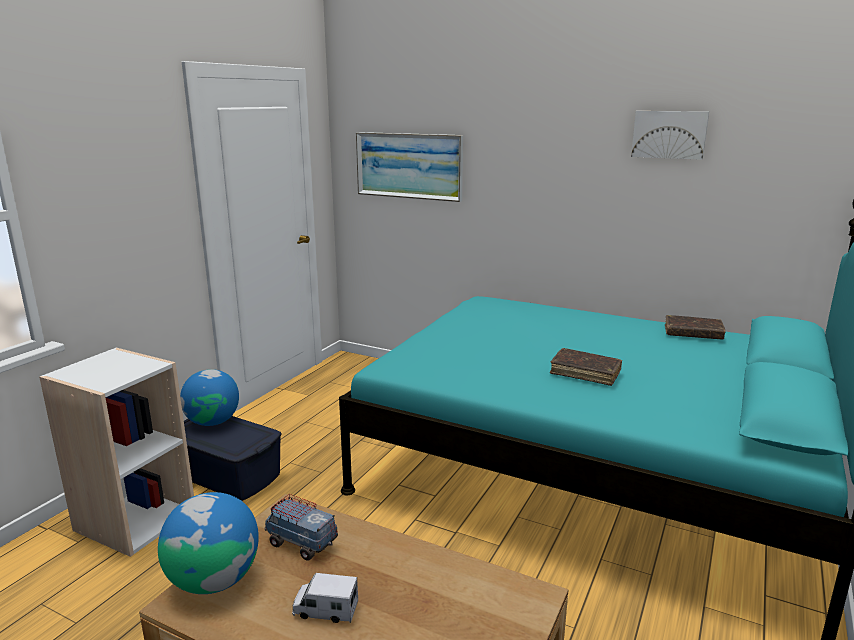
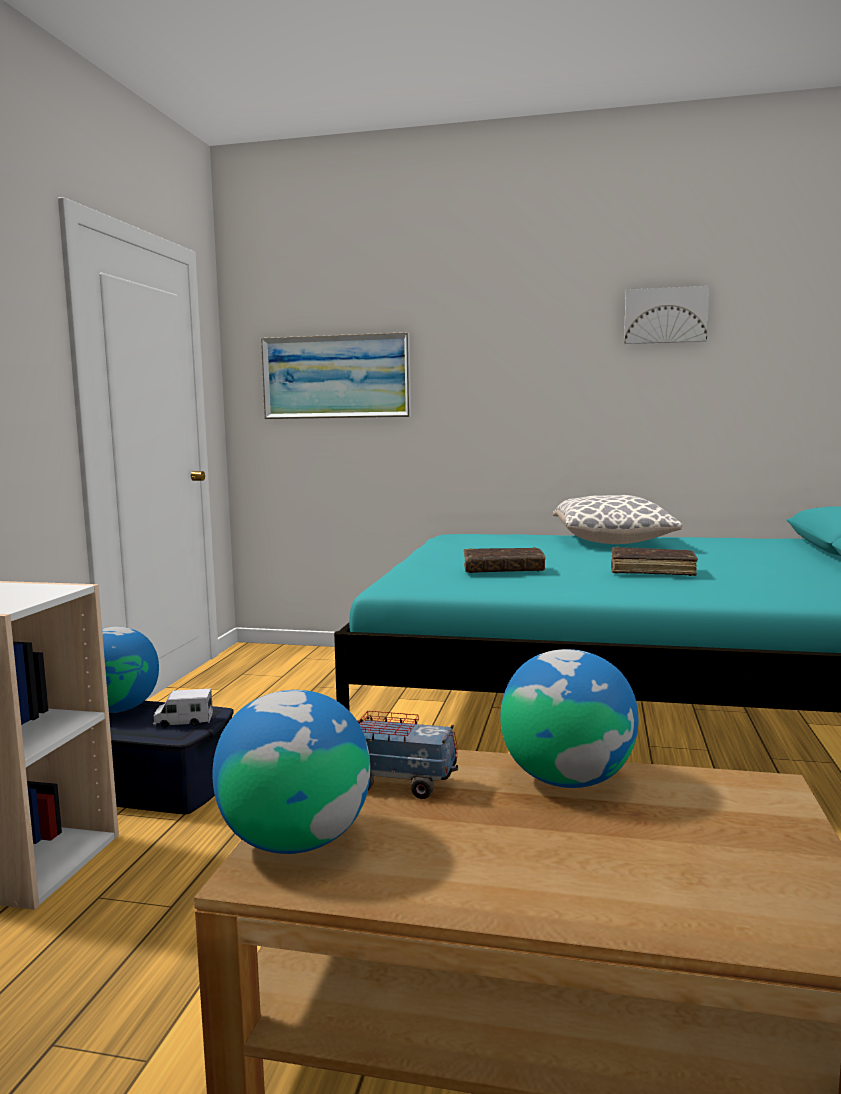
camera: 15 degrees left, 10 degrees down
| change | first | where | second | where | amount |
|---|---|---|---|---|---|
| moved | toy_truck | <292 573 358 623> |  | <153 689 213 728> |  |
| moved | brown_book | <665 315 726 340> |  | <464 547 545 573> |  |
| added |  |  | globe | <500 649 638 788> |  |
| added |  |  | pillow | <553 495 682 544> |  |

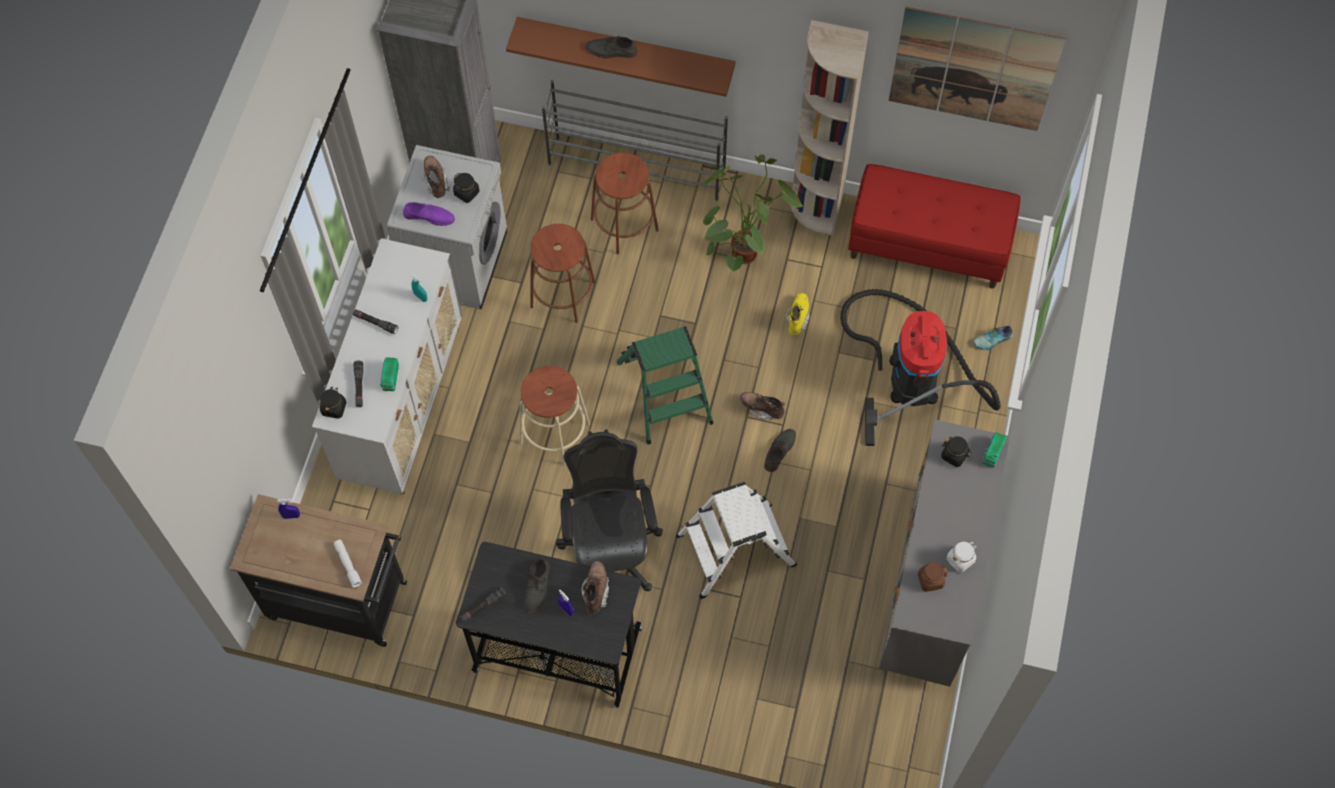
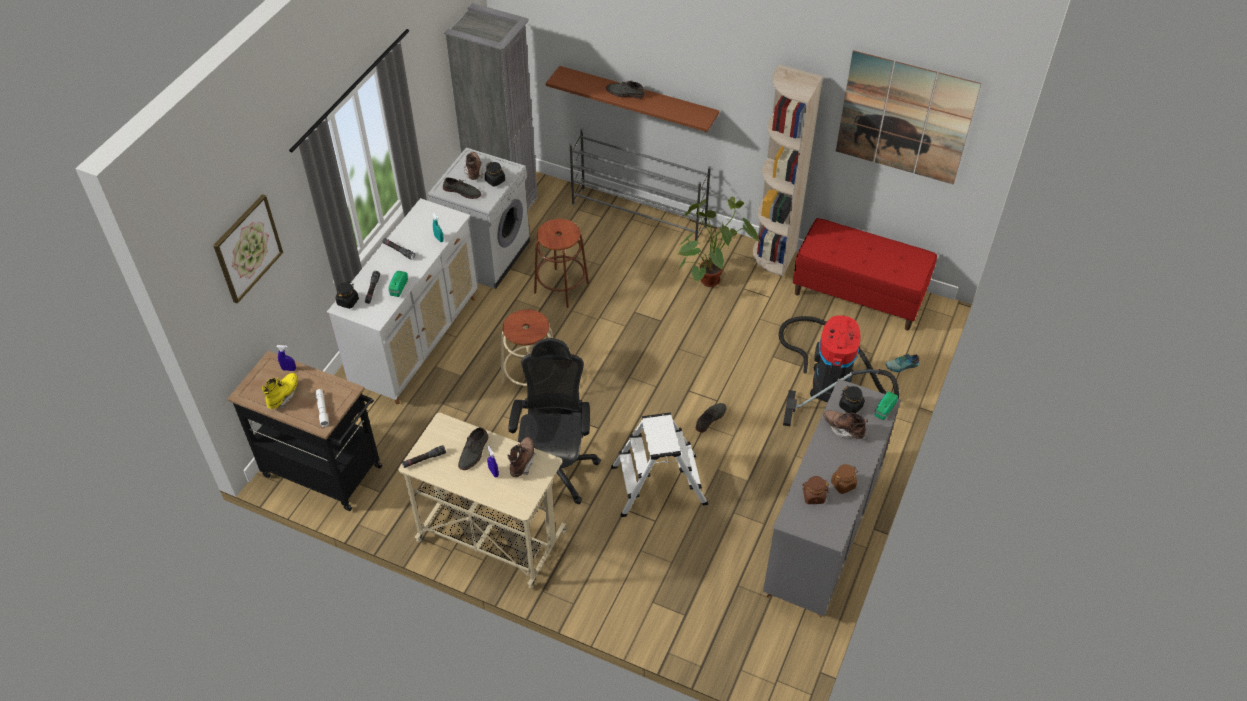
camera: 10 degrees right, 15 degrees down
| change | first | where | second | where | amount |
|---|---|---|---|---|---|
| added |  |  | picture | <213 194 283 304> |  |
| moved | yellow_boot | <786 293 810 335> |  | <262 373 298 409> |  |
| recoloured | black_desk | <456 542 642 708> | beige_desk | <398 413 566 589> |  |
| recoloured | purple_shoe | <403 202 455 226> | grey_shoe | <443 177 481 199> |  |
| moved | brown_boot | <740 392 785 421> |  | <823 410 868 440> |  |
| recoloured | white_jar | <947 542 977 573> | brown_jar | <831 464 858 494> |  |
| removed | brown_stool | <591 153 659 255> |  |  |  |
| removed | green_step_ladder | <617 326 714 445> |  |  |  |

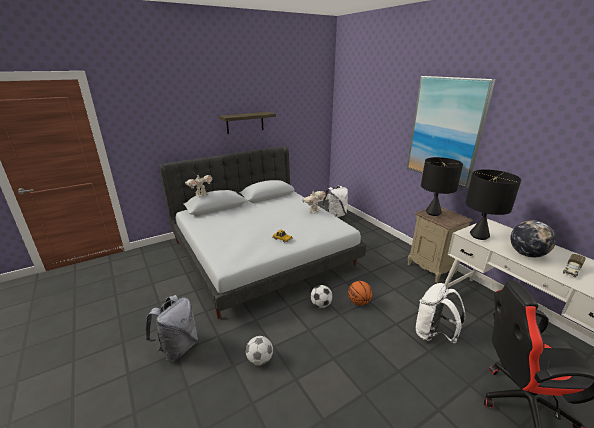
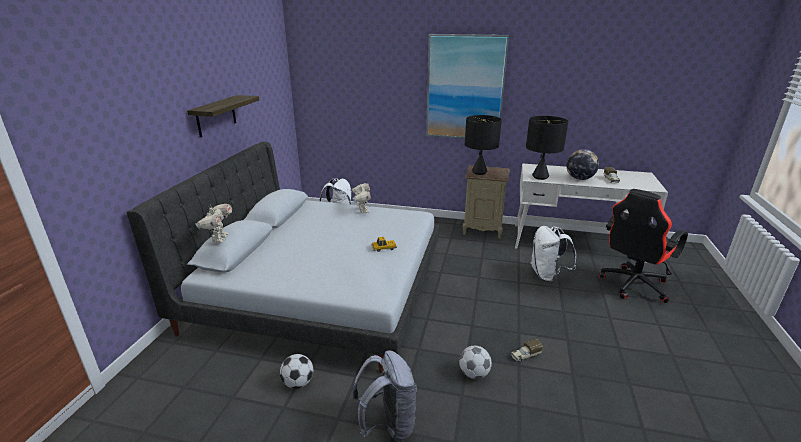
camera: 45 degrees left, 0 degrees up
| change | first | where | second | where | amount |
|---|---|---|---|---|---|
| moved | football | <311 285 333 308> |  | <280 354 313 389> |  |
| added |  |  | toy_truck | <511 339 543 362> |  |
| removed | basketball | <348 281 373 305> |  |  |  |

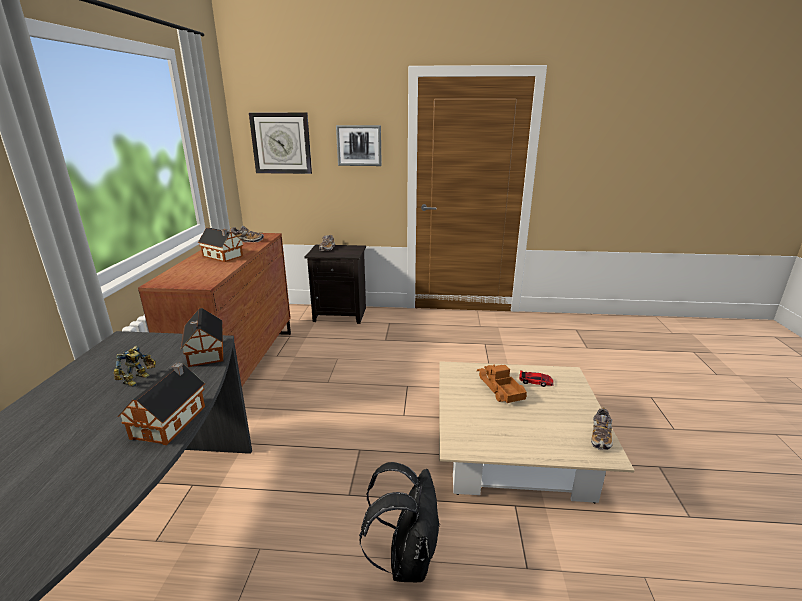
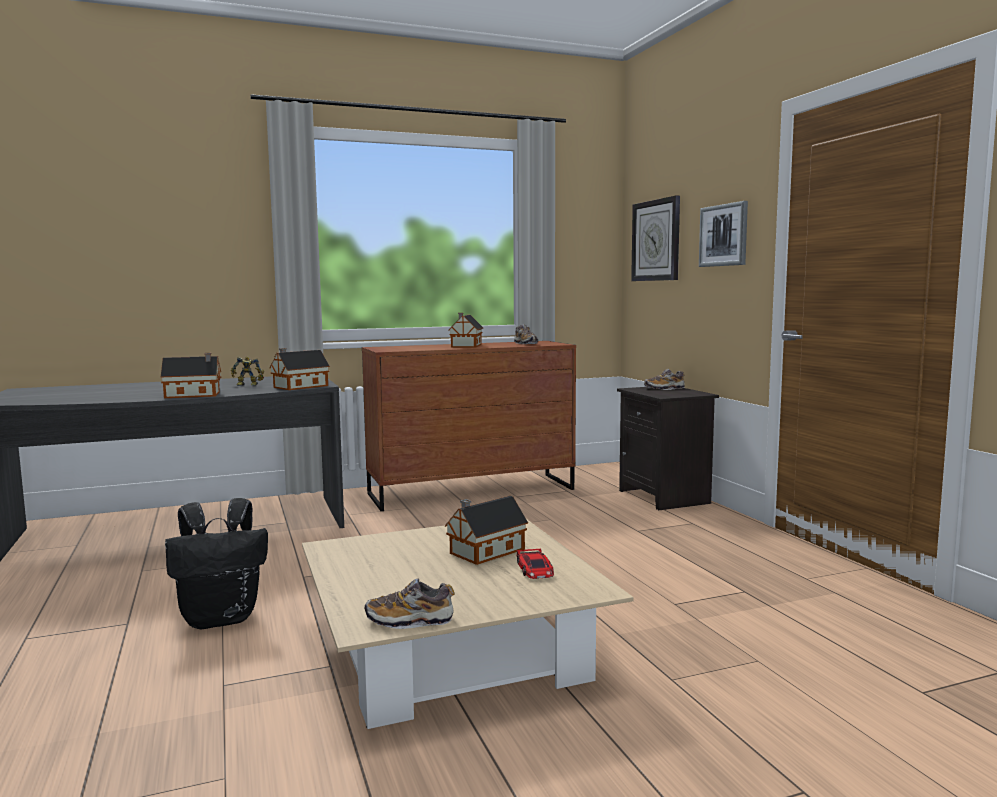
camera: 65 degrees right, 15 degrees down
| change | first | where | second | where | amount |
|---|---|---|---|---|---|
| replaced | toy_truck | <477 365 527 403> | toy_house | <445 496 528 565> |  |

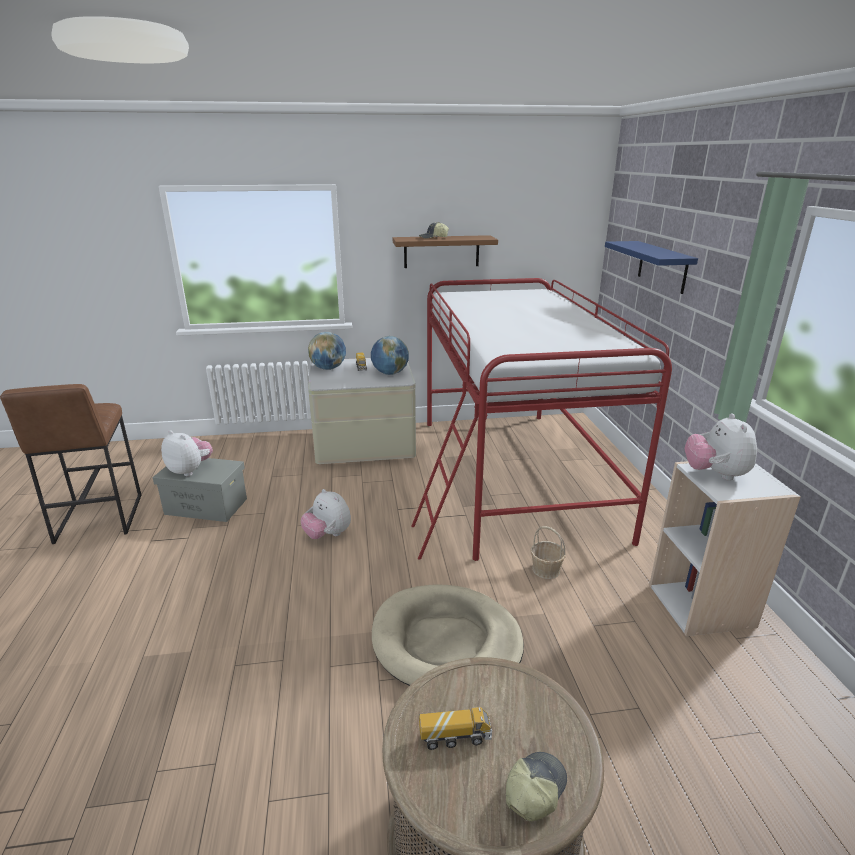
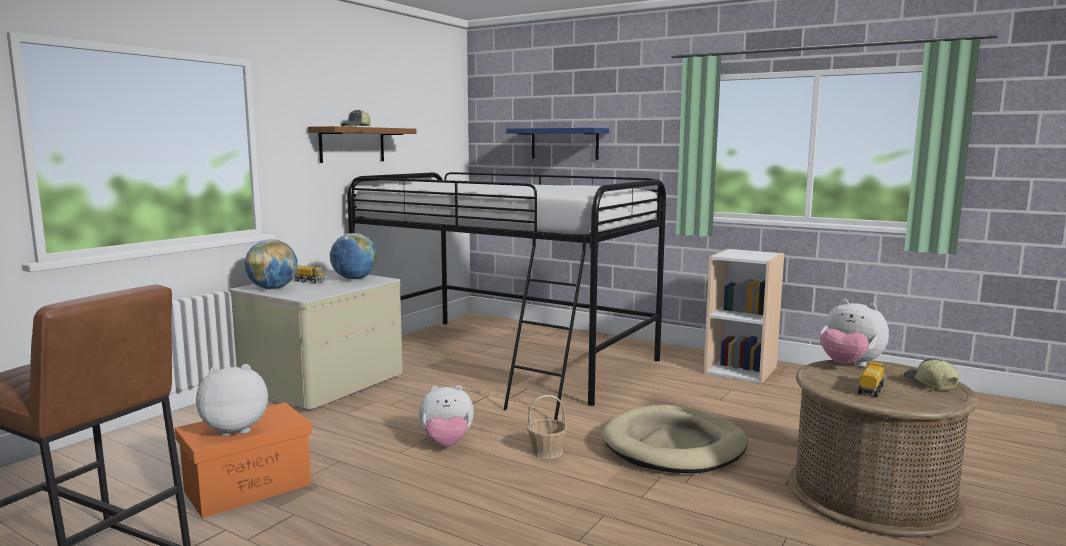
camera: 50 degrees left, 15 degrees down
| change | first | where | second | where | amount |
|---|---|---|---|---|---|
| recoloured | grey_storage_box | <152 458 247 522> | orange_storage_box | <174 402 312 518> |  |
| recoloured | red_bed | <411 278 672 561> | black_bed | <347 172 666 420> |  |
| moved | basket | <531 526 566 579> |  | <527 395 567 459> |  |
| moved | plush_toy | <685 414 757 481> |  | <820 299 889 367> |  |

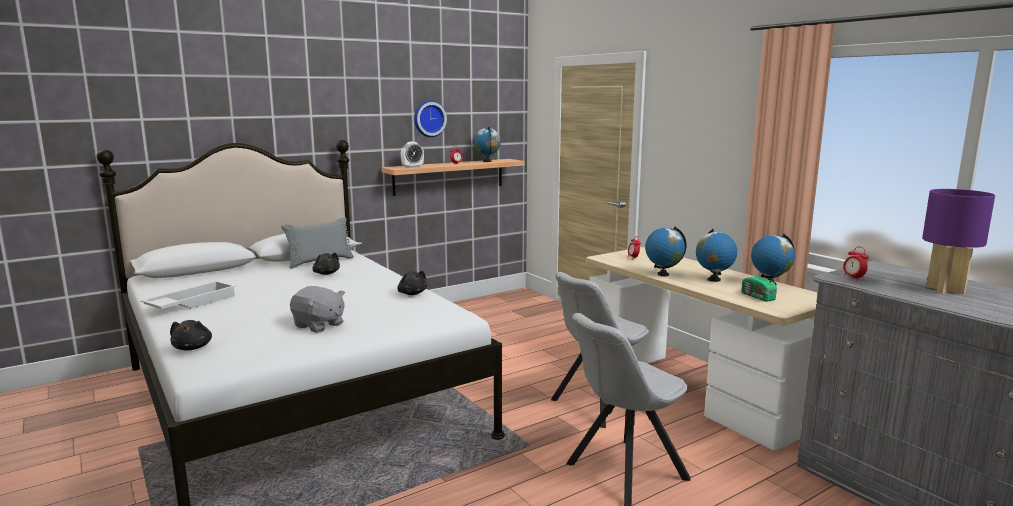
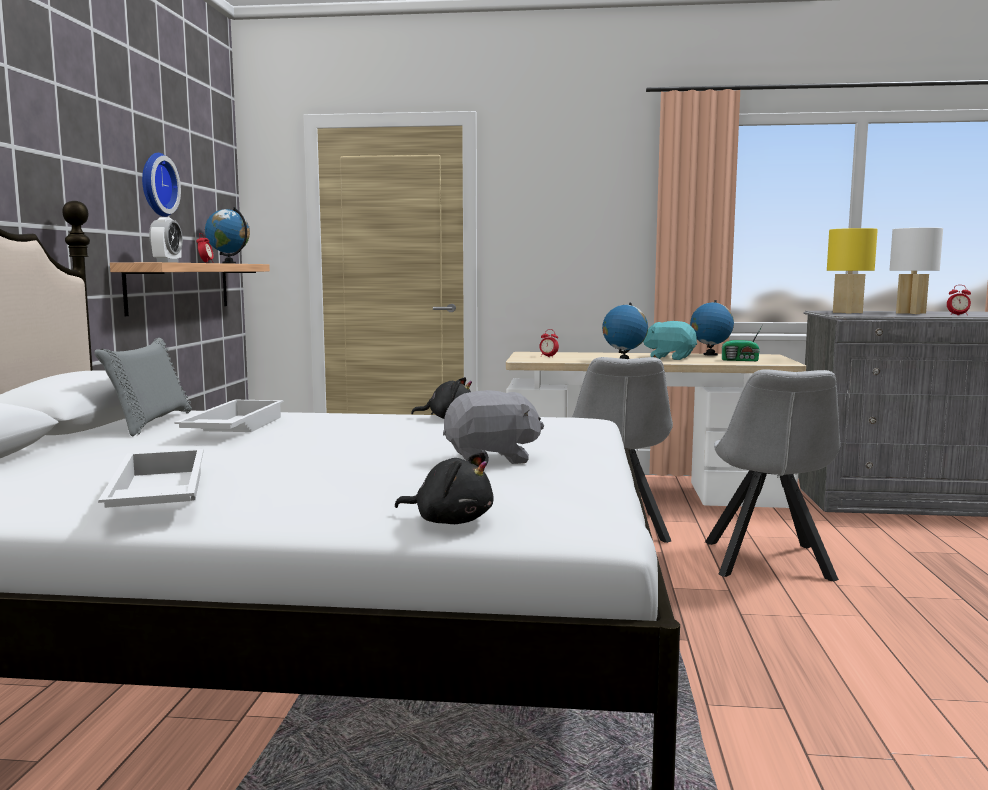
camera: 50 degrees left, 5 degrees down
| change | first | where | second | where | amount |
|---|---|---|---|---|---|
| replaced | black_plush_toy | <312 253 340 275> | white_tray | <174 400 284 432> |  |
| replaced | globe | <696 229 737 282> | turquoise_plush_toy | <643 321 697 360> |  |
| added |  |  | yellow_table_lamp | <827 228 878 314> |  |
| recoloured | purple_table_lamp | <922 189 995 294> | white_table_lamp | <890 228 943 314> |  |
| moved | alarm_clock | <843 247 869 281> |  | <947 285 971 315> |  |

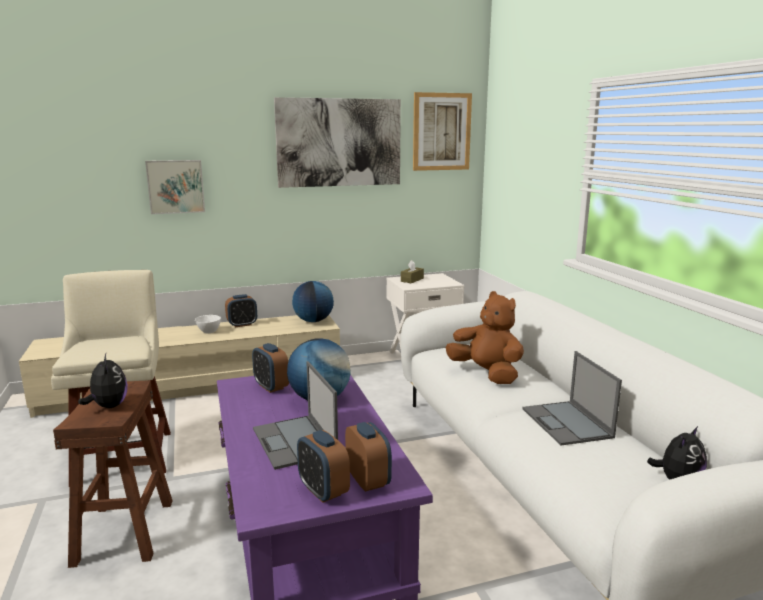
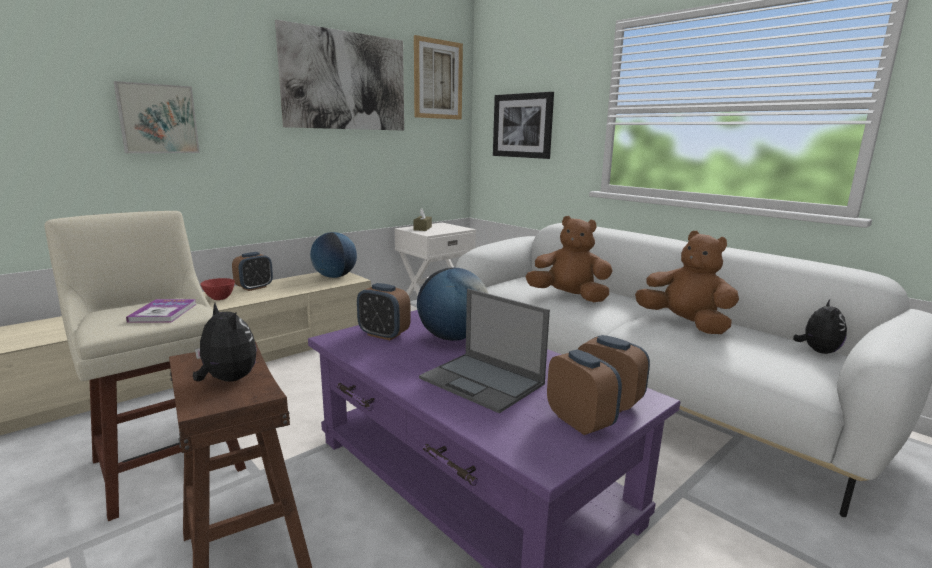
camera: 25 degrees left, 0 degrees up
| change | first | where | second | where | amount |
|---|---|---|---|---|---|
| added |  |  | book | <126 299 197 323> |  |
| recoloured | white_bowl | <195 315 221 333> | red_bowl | <200 278 235 300> |  |
| added |  |  | picture | <493 92 554 159> |  |
| turned | alarm_clock | <297 430 350 503> |  | <547 349 622 435> | 150 degrees counterclockwise |
| replaced | laptop | <522 351 622 445> | brown_plush_toy | <635 231 739 334> |  |

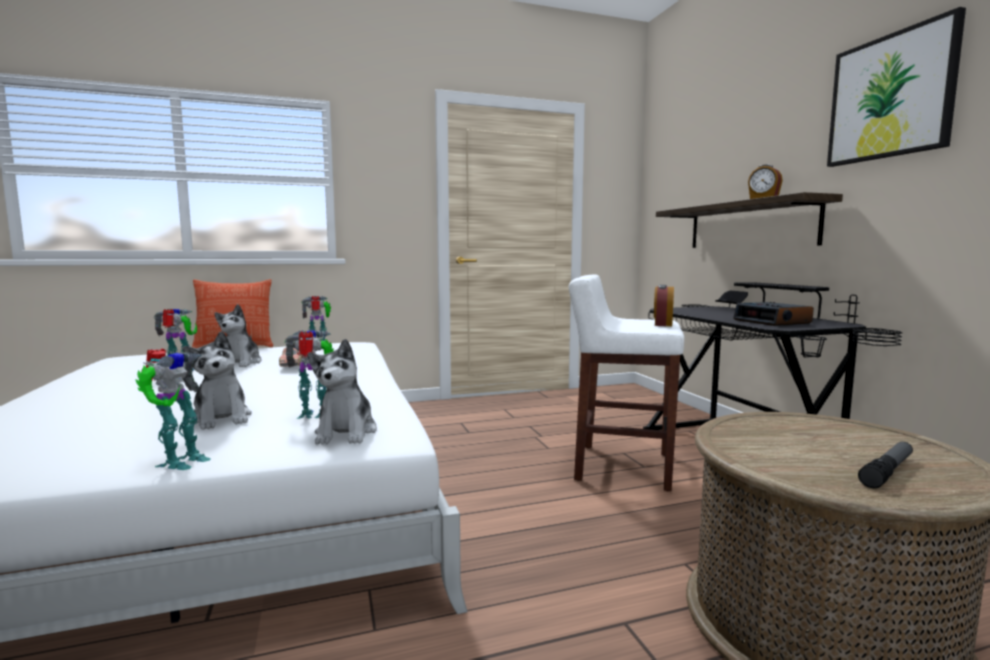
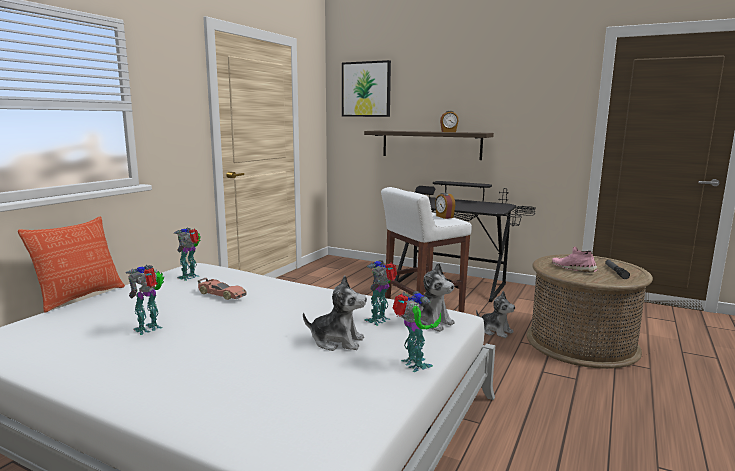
camera: 45 degrees left, 5 degrees up
| change | first | where | second | where | amount |
|---|---|---|---|---|---|
| moved | picture | <827 7 966 167> |  | <342 60 391 117> |  |
| moved | plush_toy | <215 304 262 367> |  | <476 291 515 338> |  |
| added |  |  | pink_shoe | <552 246 598 273> |  |
| removed | alarm_clock | <733 302 814 326> |  |  |  |

